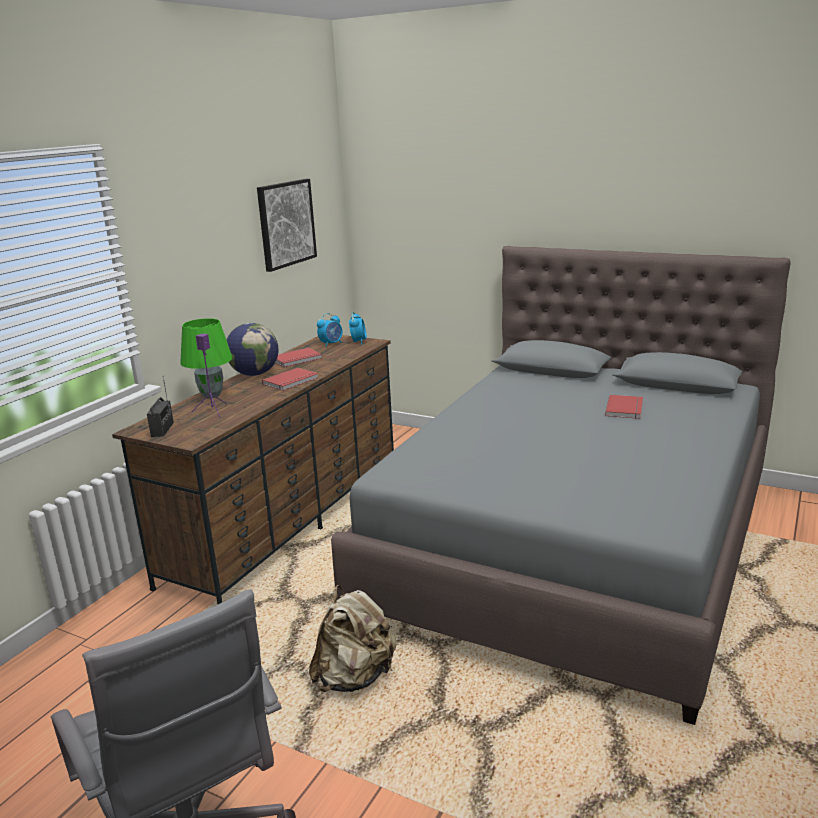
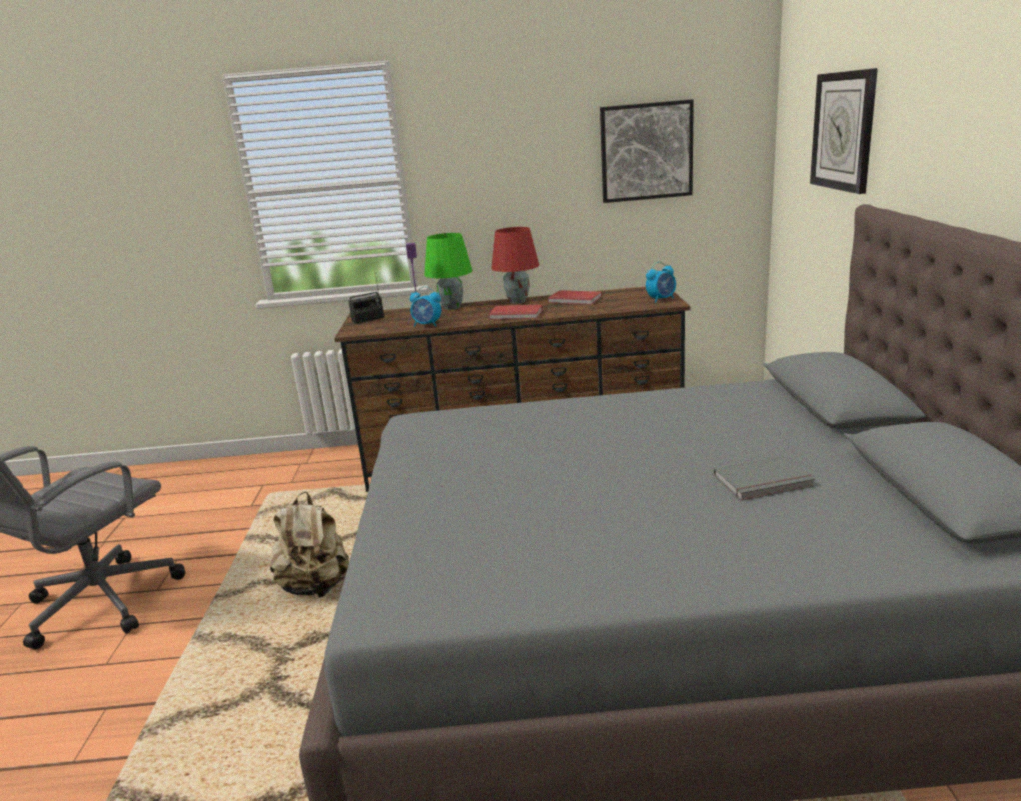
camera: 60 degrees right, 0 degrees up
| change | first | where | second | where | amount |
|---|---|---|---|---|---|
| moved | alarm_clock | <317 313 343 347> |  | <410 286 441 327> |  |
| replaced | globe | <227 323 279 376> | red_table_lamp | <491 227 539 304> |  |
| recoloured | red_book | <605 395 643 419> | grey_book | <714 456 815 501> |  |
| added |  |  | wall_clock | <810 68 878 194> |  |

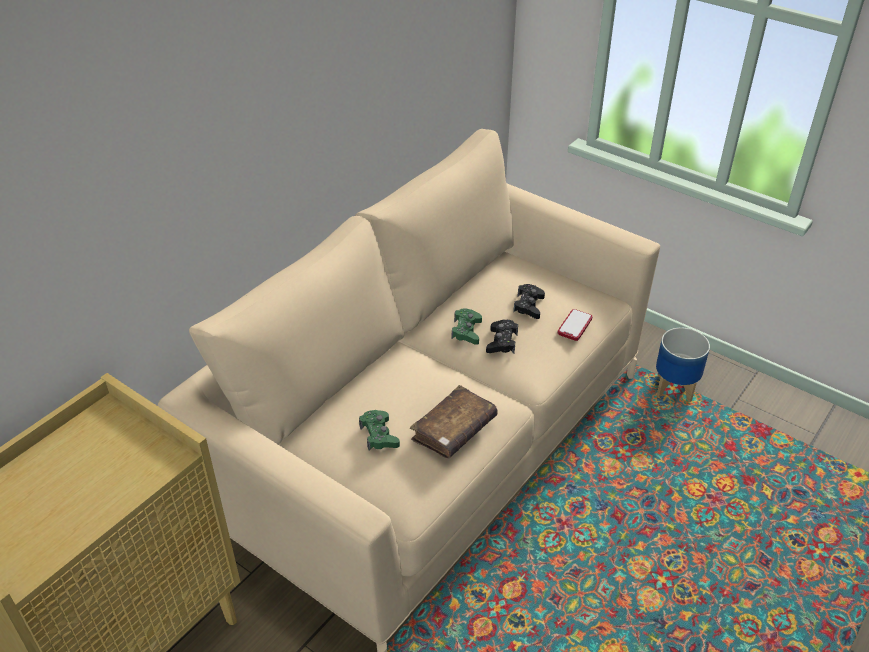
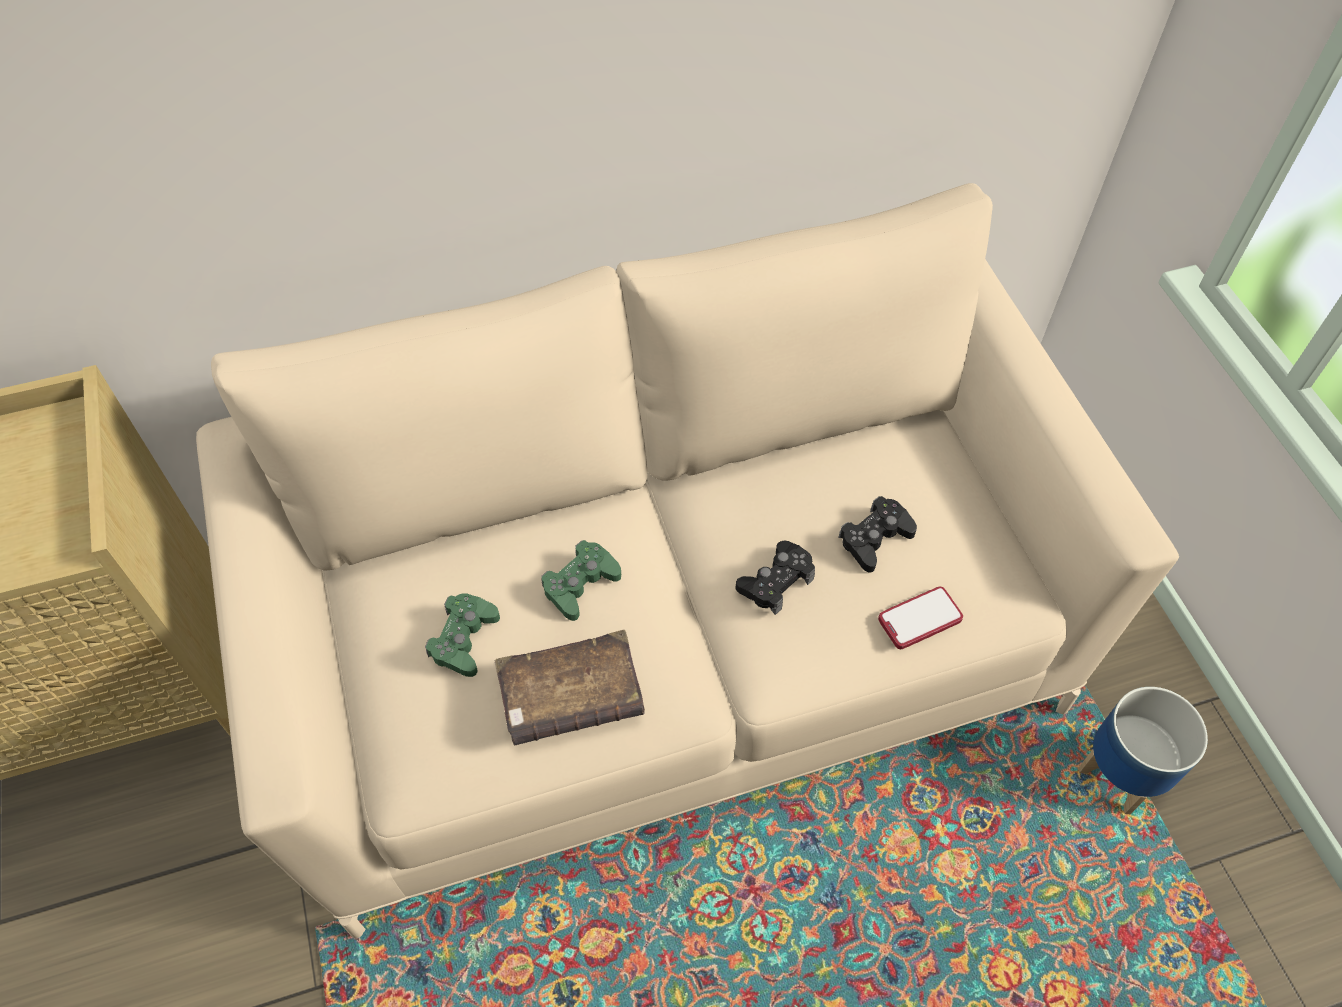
camera: 35 degrees right, 15 degrees up
| change | first | where | second | where | amount |
|---|---|---|---|---|---|
| moved | green_game_controller | <451 308 482 345> |  | <541 540 621 621> |  |

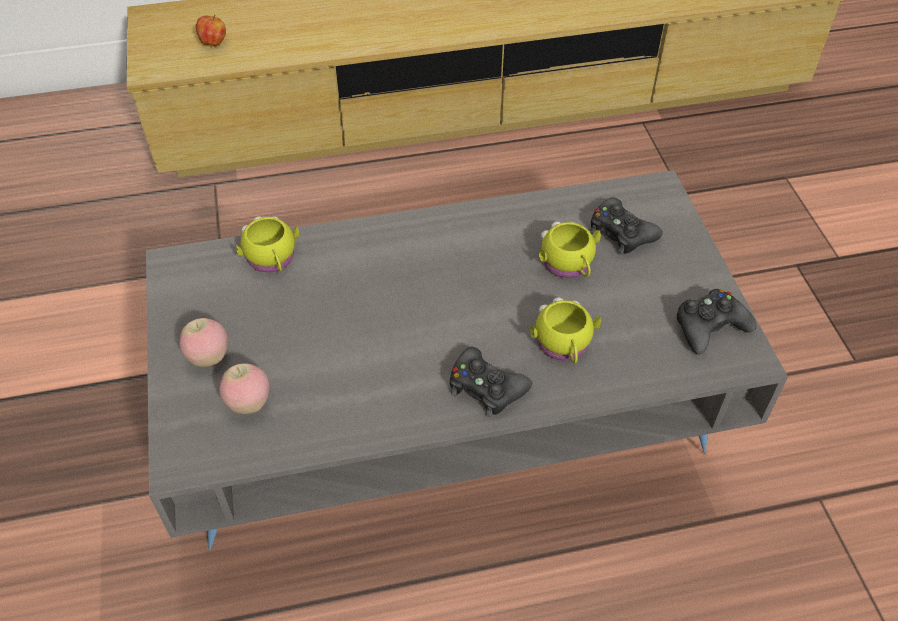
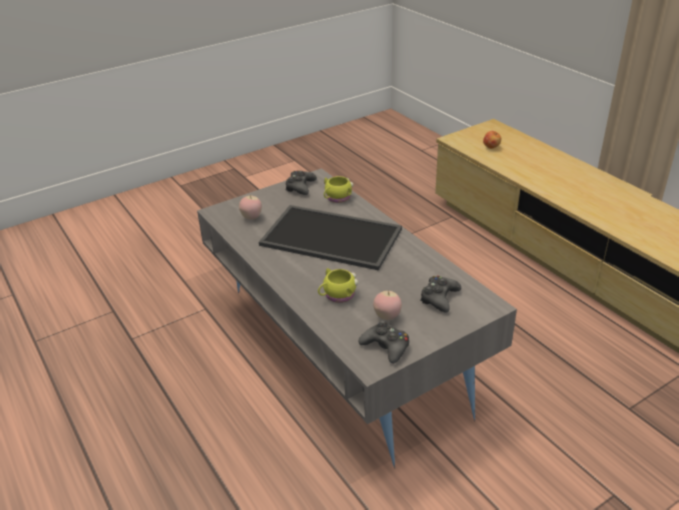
camera: 70 degrees right, 15 degrees down
| change | first | where | second | where | amount |
|---|---|---|---|---|---|
| added |  |  | tray | <259 205 402 271> |  |
| moved | black_game_controller | <450 346 532 417> |  | <286 170 317 195> |  |
| moved | apple | <179 318 228 367> |  | <373 291 402 320> |  |
| removed | yellow_mug | <539 222 601 278> |  |  |  |

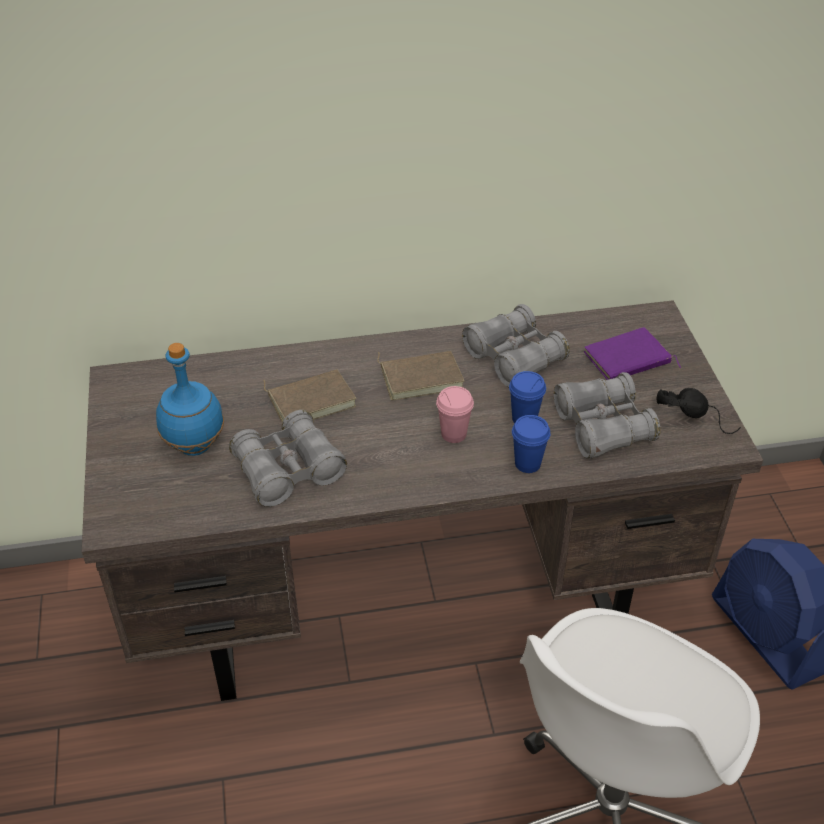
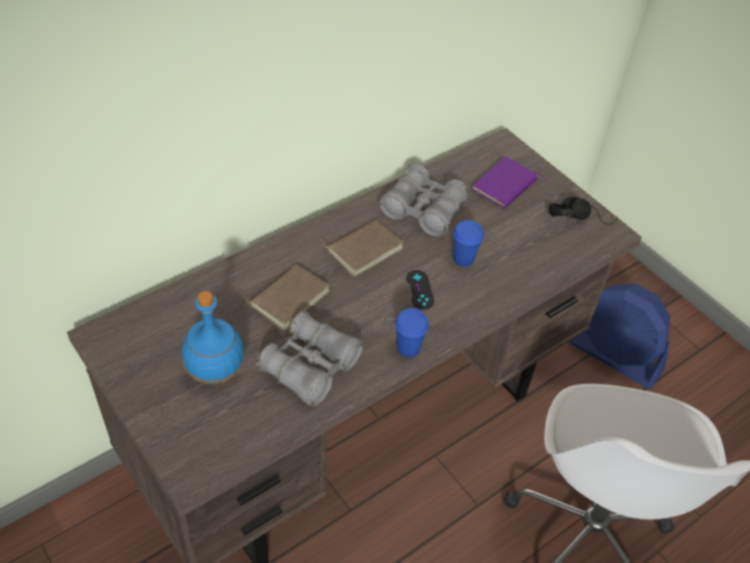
camera: 30 degrees left, 5 degrees up
| change | first | where | second | where | amount |
|---|---|---|---|---|---|
| moved | blue_cup | <512 415 550 473> |  | <395 308 429 358> |  |
| replaced | pink_cup | <436 386 474 443> | black_game_controller | <406 270 434 310> |  |
| removed | grey_binoculars | <554 372 660 458> |  |  |  |

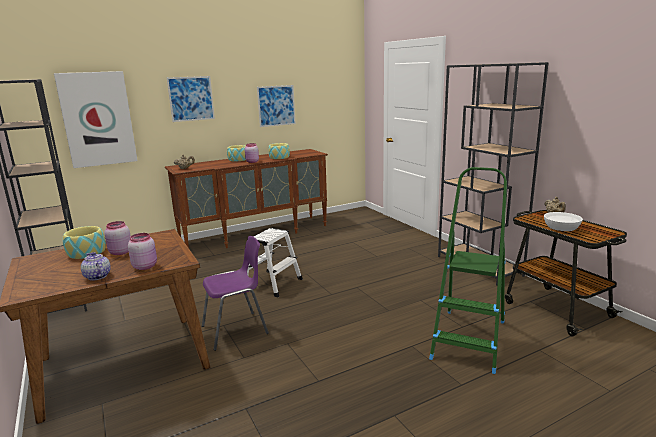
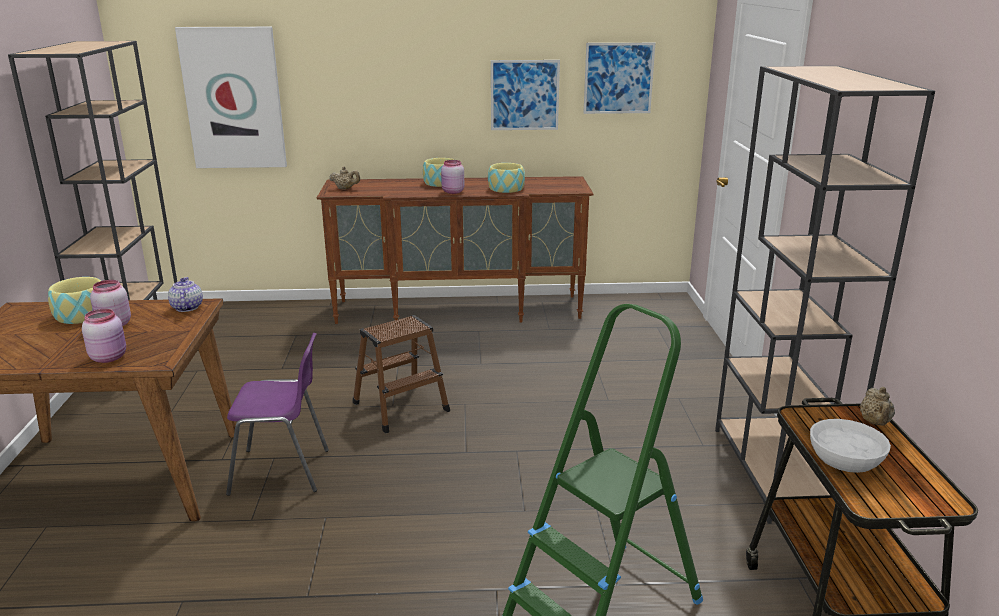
camera: 25 degrees right, 5 degrees up
| change | first | where | second | where | amount |
|---|---|---|---|---|---|
| moved | teapot | <81 252 111 281> |  | <168 277 203 312> |  |
| recoloured | white_step_ladder | <247 227 303 297> | brown_step_ladder | <352 315 450 433> |  |
| moved | picture | <167 76 215 122> |  | <583 43 655 114> |  |

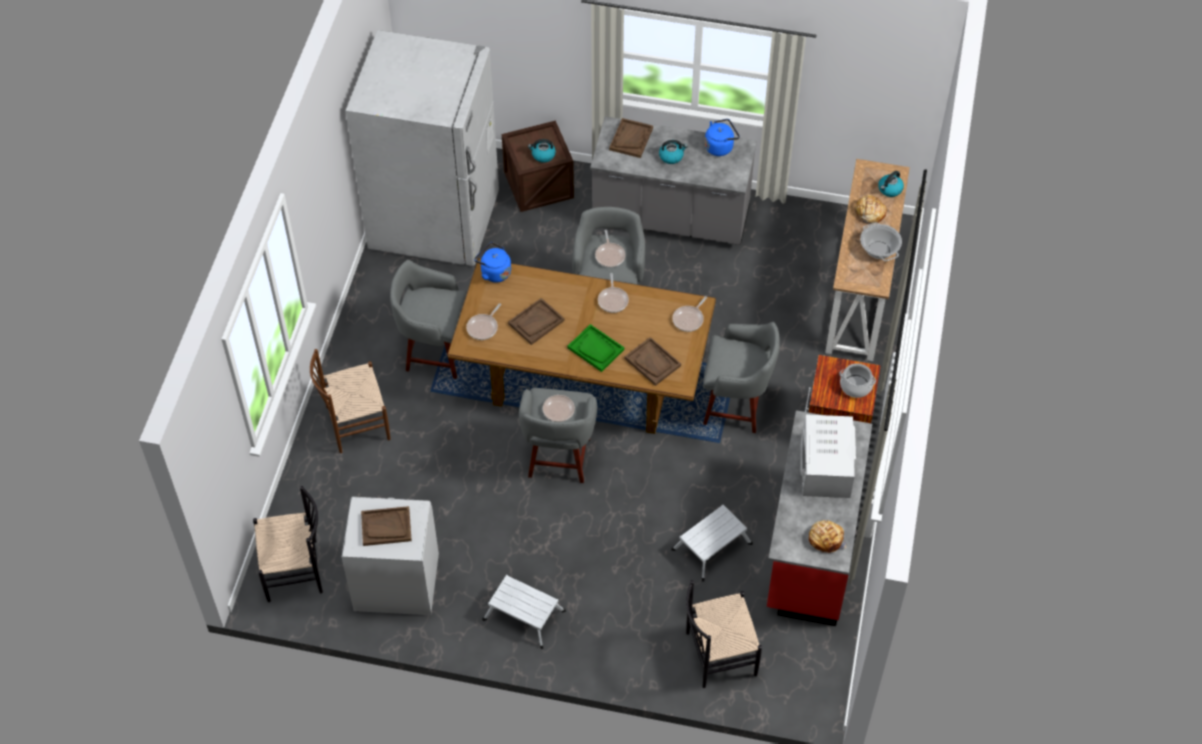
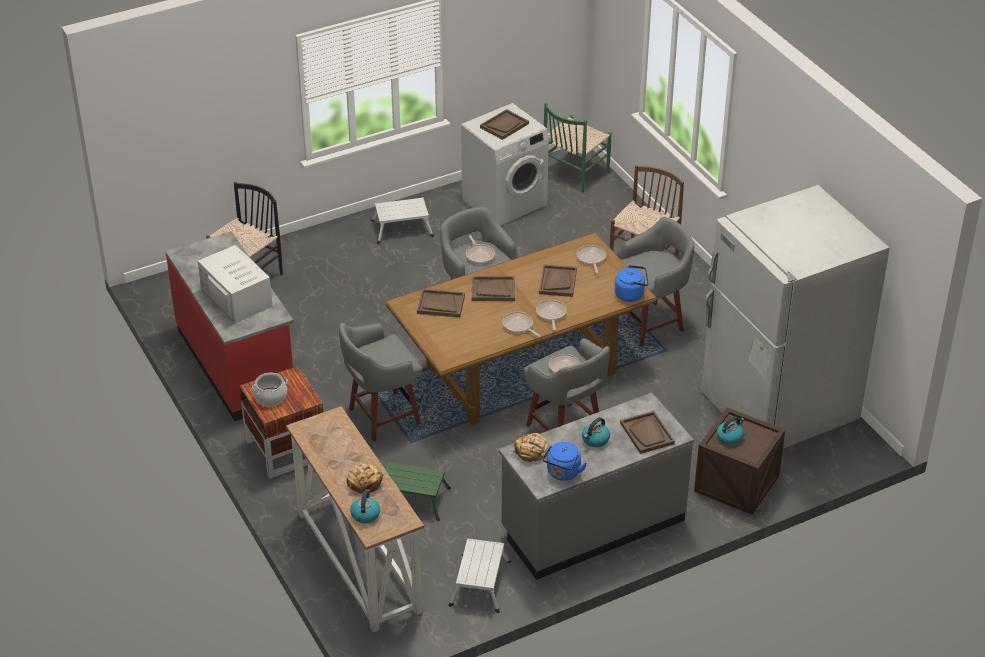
camera: 140 degrees right, 15 degrees down
| change | first | where | second | where | amount |
|---|---|---|---|---|---|
| added |  |  | green_step_ladder | <385 461 451 521> |  |
| moved | white_step_ladder | <671 505 753 582> |  | <448 538 511 613> |  |
| recoloured | green_tray | <568 324 624 372> | brown_tray | <472 276 515 301> |  |
| moved | bread | <809 520 846 553> |  | <509 433 549 463> |  |
| moved | frying_pan | <672 296 707 332> |  | <536 300 567 331> |  |
| recoloured | black_chair | <253 486 323 602> | green_chair | <544 102 611 193> |  |
| removed | cooking_pot | <860 222 902 261> |  |  |  |

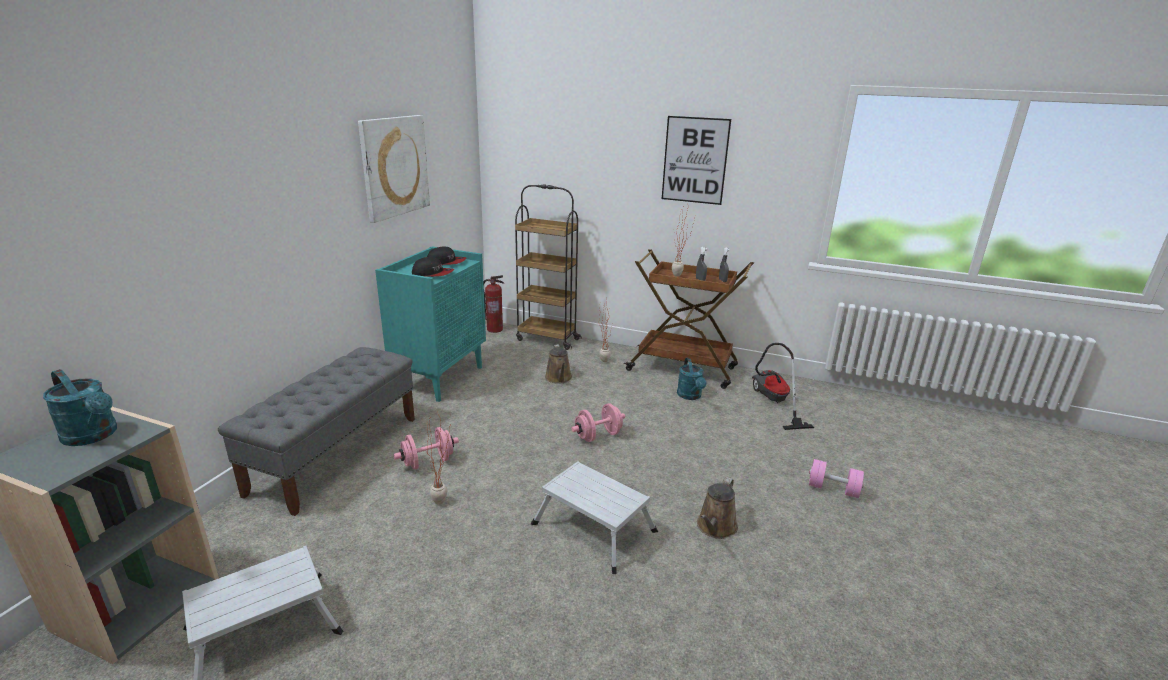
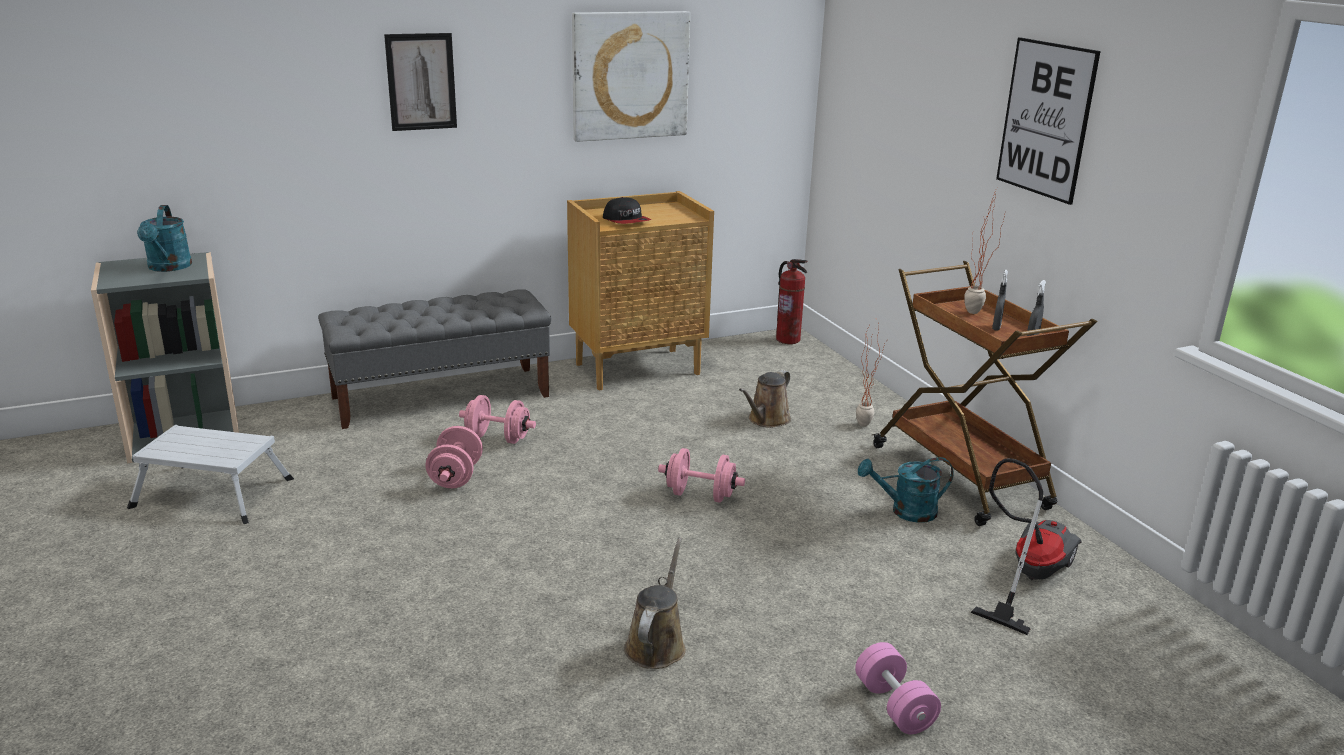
camera: 45 degrees right, 0 degrees up
| change | first | where | second | where | amount |
|---|---|---|---|---|---|
| added |  |  | picture | <384 33 457 131> |  |
| replaced | potted_plant | <426 414 452 505> | pink_dumbbell | <425 426 483 488> |  |
| recoloured | turquoise_cabinet | <375 246 486 402> | brown_cabinet | <567 191 714 390> |  |
| turned | brown_watering_can | <697 477 738 539> |  | <624 537 686 669> | 120 degrees clockwise |
| turned | turquoise_watering_can | <677 358 707 400> |  | <858 457 954 523> | 45 degrees clockwise |
| removed | cap | <427 247 467 265> |  |  |  |
| removed | brown_cart | <515 185 582 350> |  |  |  |
| removed | white_step_ladder | <531 461 658 574> |  |  |  |

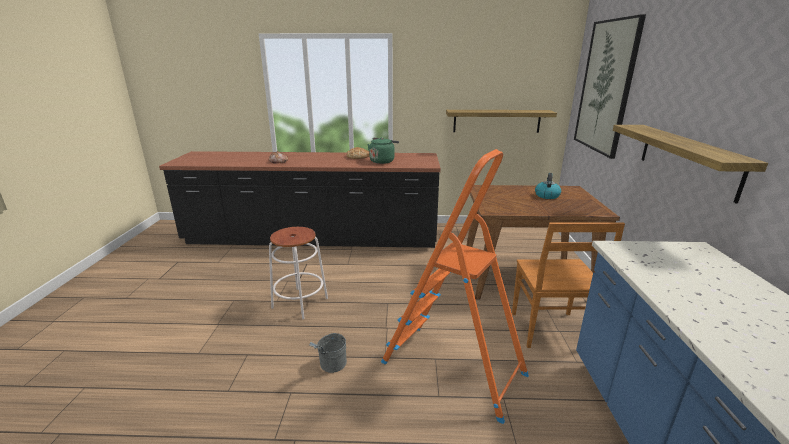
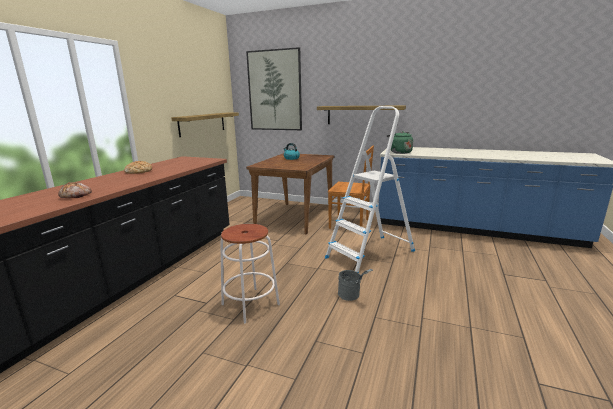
camera: 70 degrees left, 5 degrees down
| change | first | where | second | where | amount |
|---|---|---|---|---|---|
| recoloured | orange_step_ladder | <381 149 529 424> | white_step_ladder | <325 106 415 273> |  |
| moved | green_kettle | <367 137 399 164> |  | <387 131 413 154> |  |

